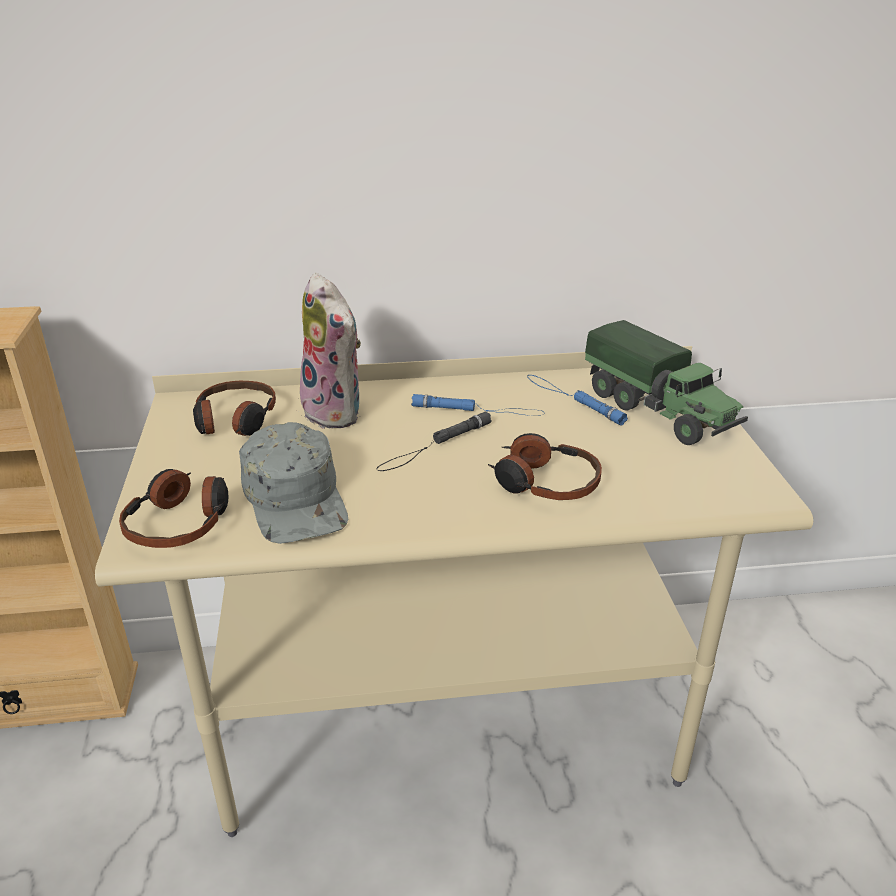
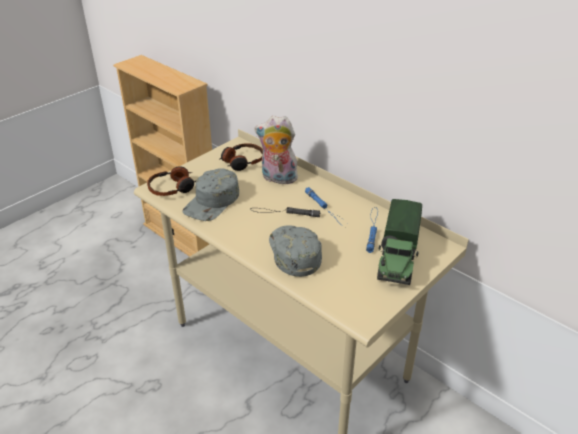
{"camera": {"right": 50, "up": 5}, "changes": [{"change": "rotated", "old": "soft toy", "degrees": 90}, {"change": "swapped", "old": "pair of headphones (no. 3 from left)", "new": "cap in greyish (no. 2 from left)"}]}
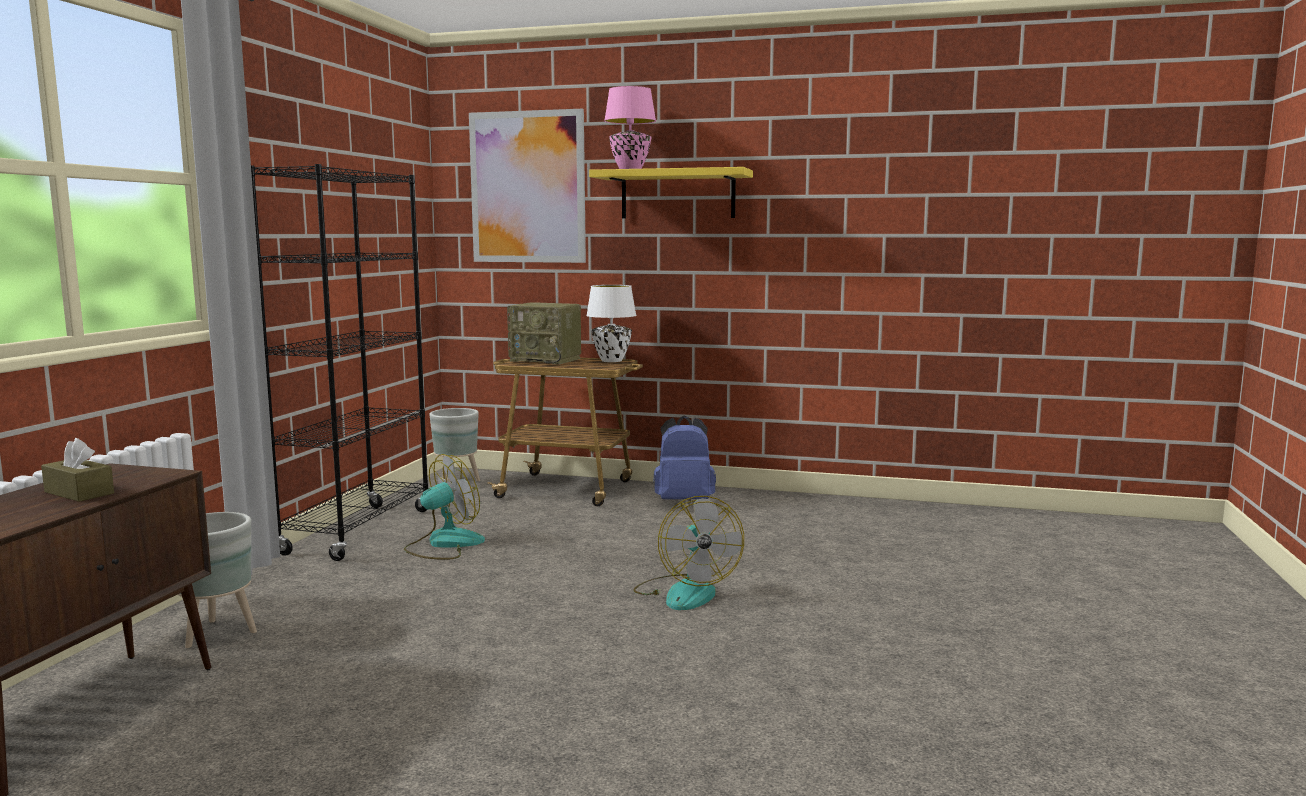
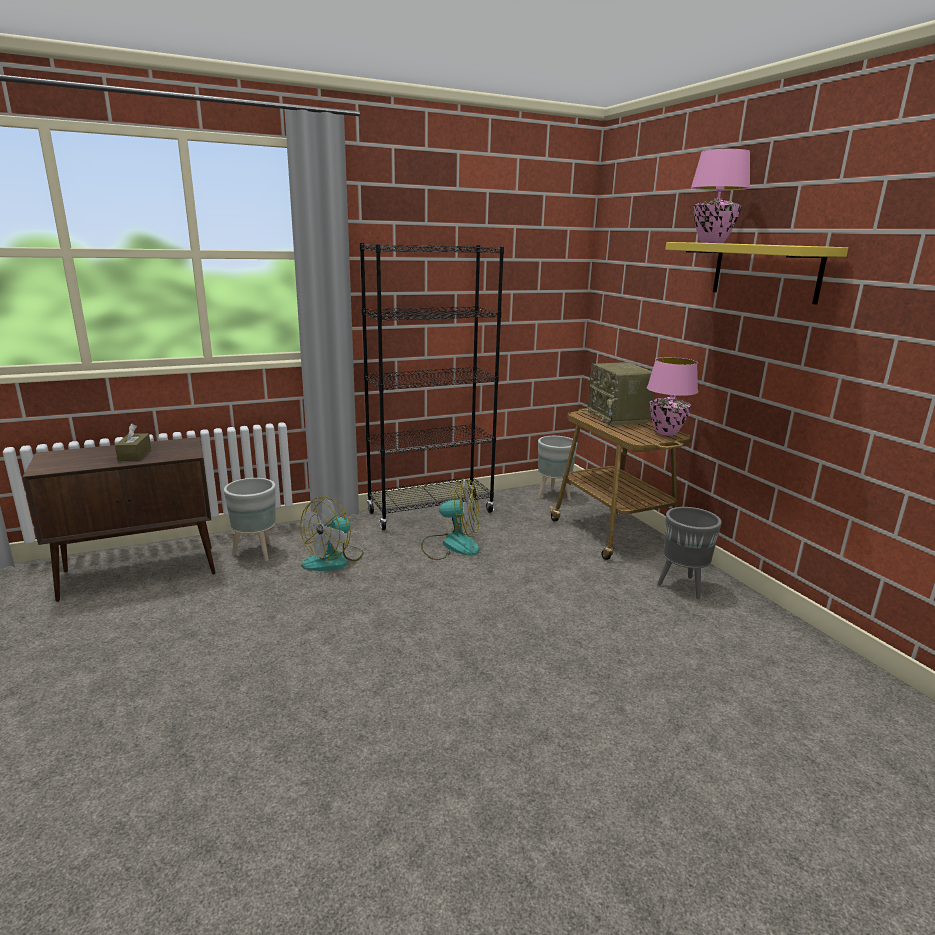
{"camera": {"right": 50, "up": 10}, "changes": [{"change": "gone", "old": "wall picture"}, {"change": "repainted", "old": "tabletop lamp in white-coloured", "new": "tabletop lamp in pink (no. 1 from left)"}, {"change": "shifted", "old": "cooling fan (no. 2 from left in the first image)", "new": "cooling fan (no. 1 from left)"}, {"change": "swapped", "old": "rucksack in bluish", "new": "plant pot in greyish (no. 3 from left)"}]}
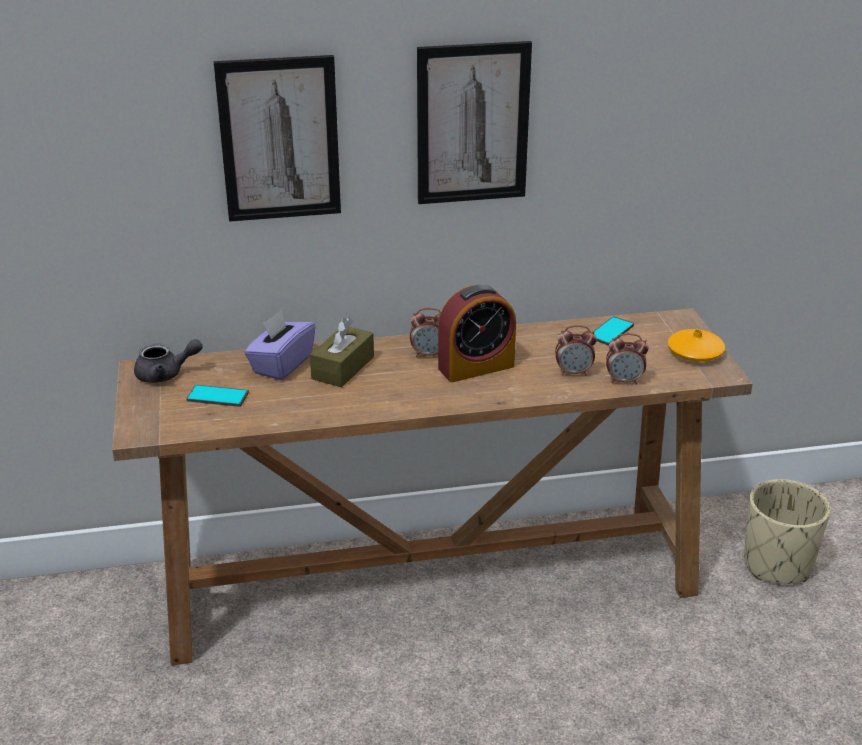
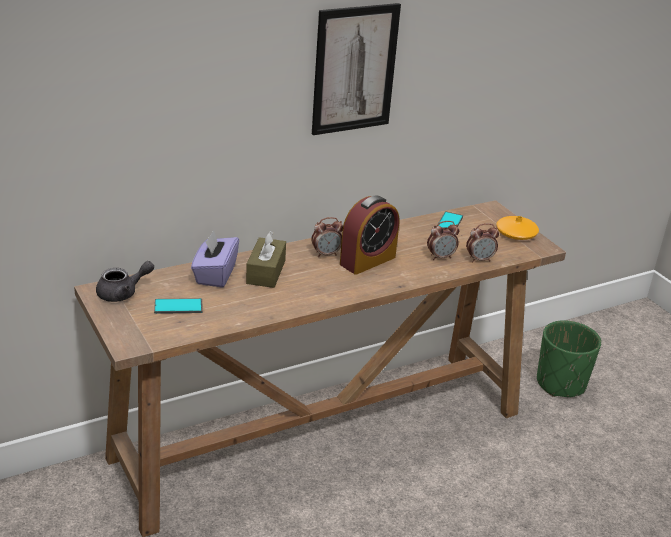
{"camera": {"right": -20, "up": 0}, "changes": [{"change": "gone", "old": "wall picture (no. 1 from left)"}, {"change": "repainted", "old": "plant pot in beige-coloured", "new": "plant pot in green"}]}
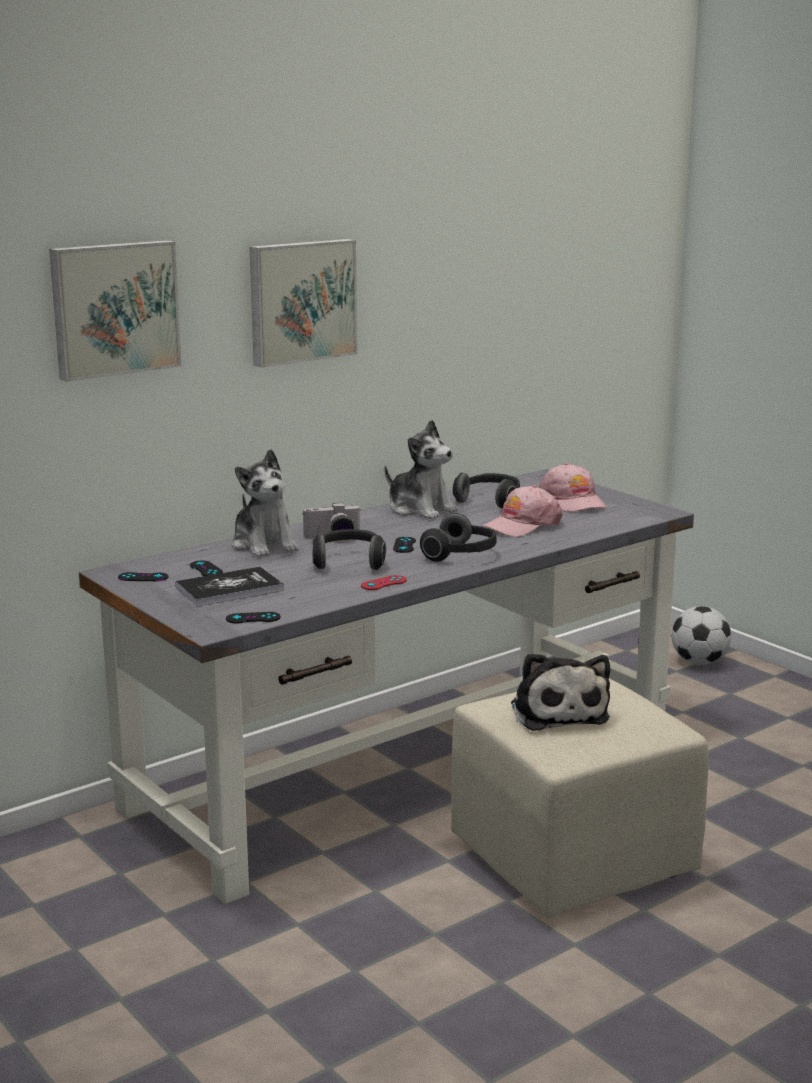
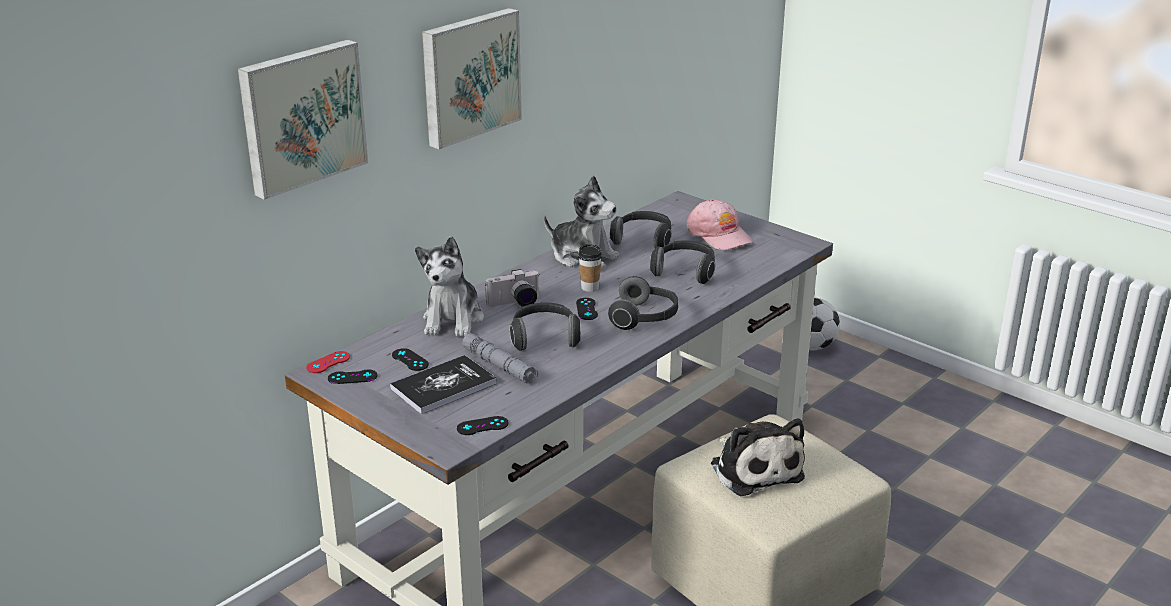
{"camera": {"right": -10, "up": 10}, "changes": [{"change": "rotated", "old": "soft toy (no. 1 from left)", "degrees": 45}, {"change": "shifted", "old": "joypad in red-coloured"}, {"change": "swapped", "old": "cap in pink (no. 1 from left)", "new": "pair of headphones (no. 4 from left)"}, {"change": "new", "new": "torch in greyish"}, {"change": "new", "new": "small cup"}]}
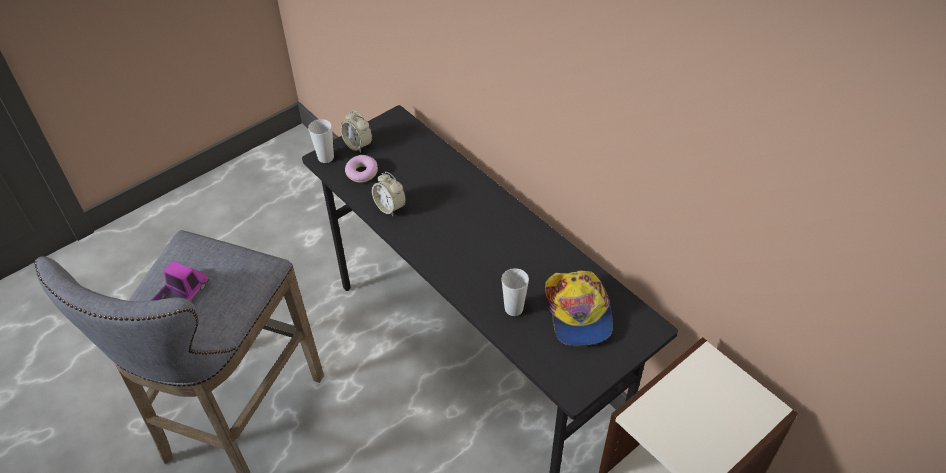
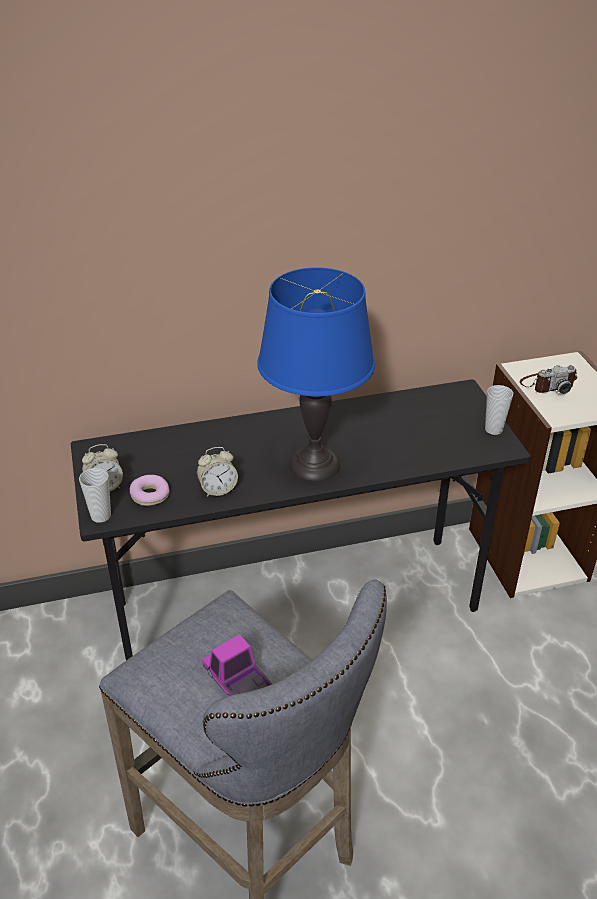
{"camera": {"right": -65, "up": -10}, "changes": [{"change": "shifted", "old": "small cup (no. 2 from left)"}, {"change": "gone", "old": "cap"}, {"change": "new", "new": "tabletop lamp in bluish"}, {"change": "new", "new": "still camera"}]}
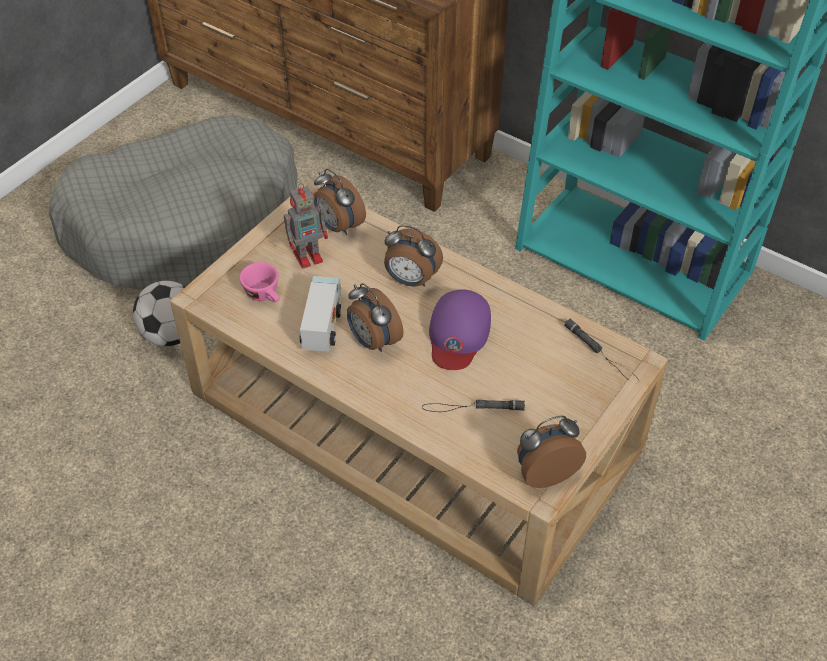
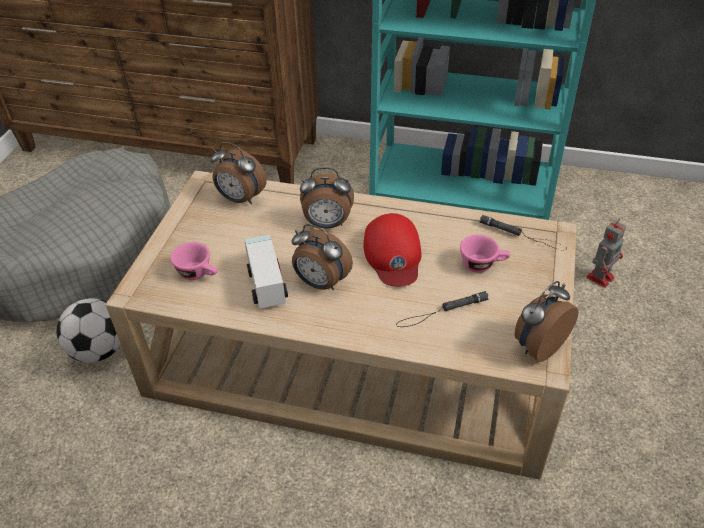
{"camera": {"right": -20, "up": -5}, "changes": [{"change": "shifted", "old": "robot figure"}, {"change": "repainted", "old": "cap in purplish", "new": "cap in red-coloured"}, {"change": "new", "new": "small cup in pink (no. 2 from left)"}]}
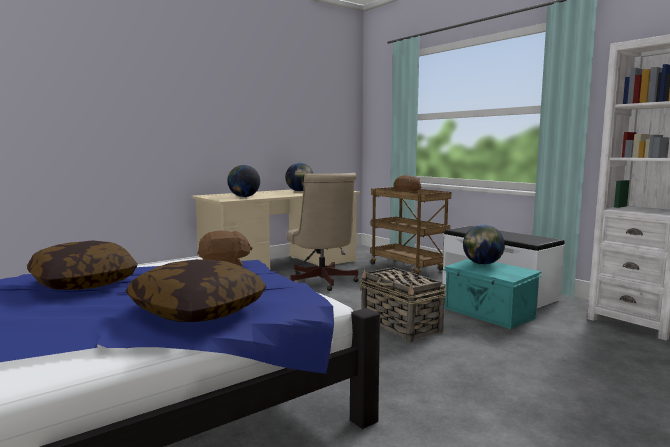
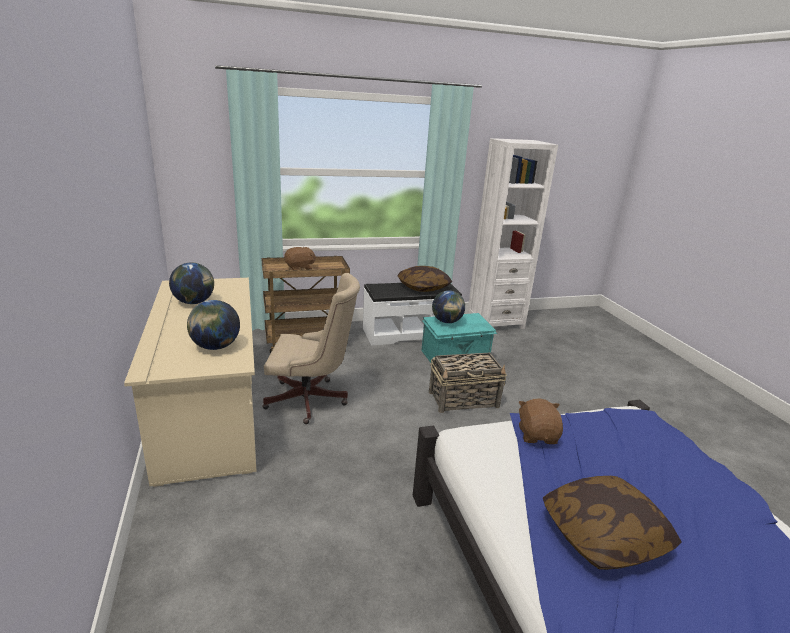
{"camera": {"right": -70, "up": 15}, "changes": [{"change": "shifted", "old": "throw pillow (no. 2 from left in the first image)", "new": "throw pillow (no. 1 from left)"}]}
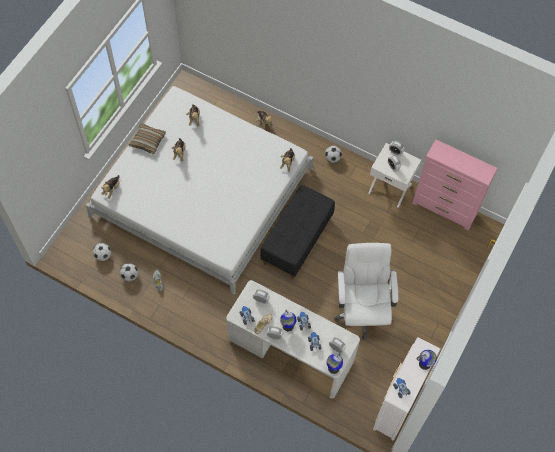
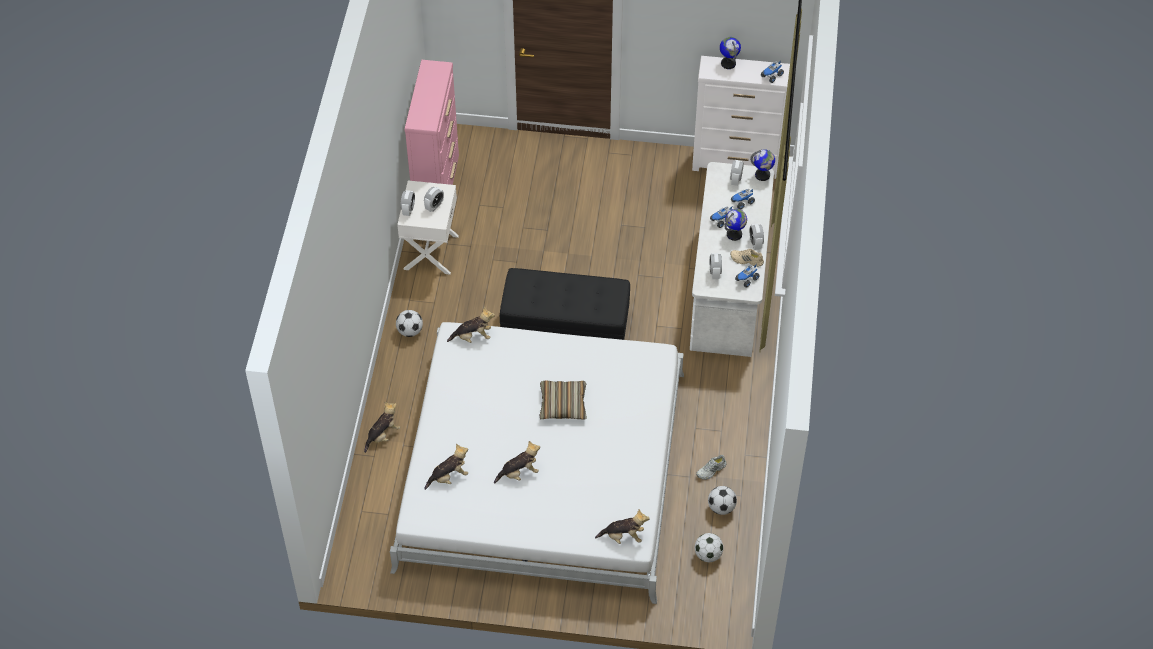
{"camera": {"right": -110, "up": -10}, "changes": [{"change": "shifted", "old": "throw pillow"}, {"change": "gone", "old": "office chair in white-coloured"}]}
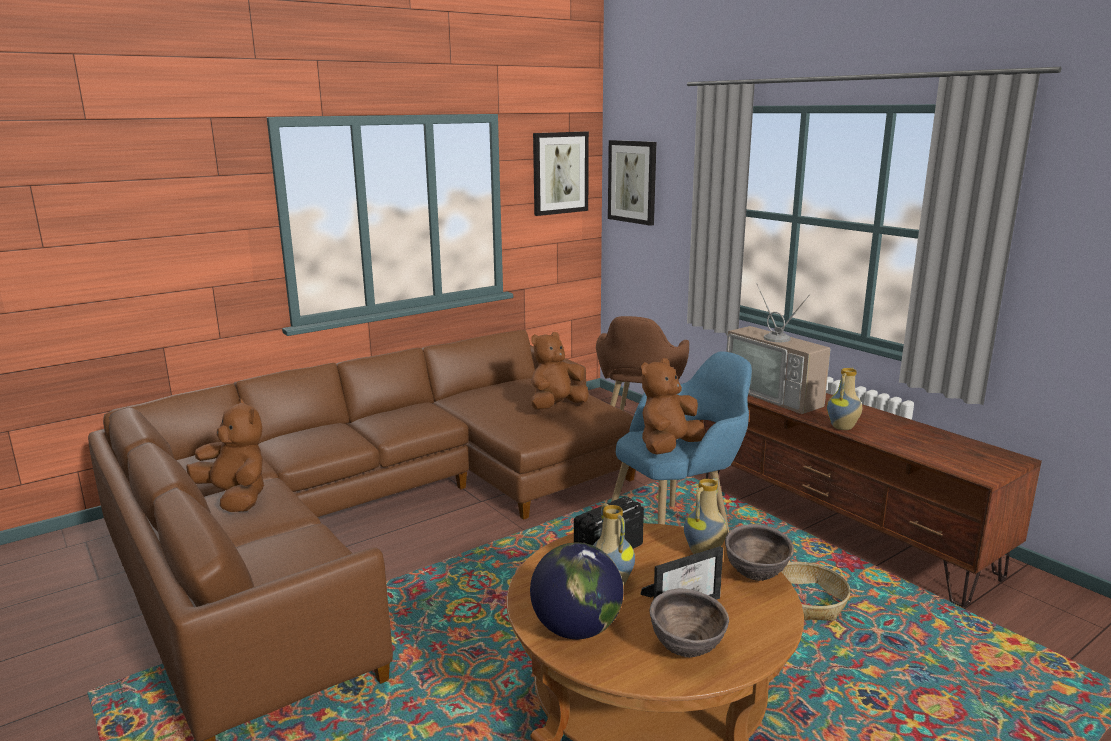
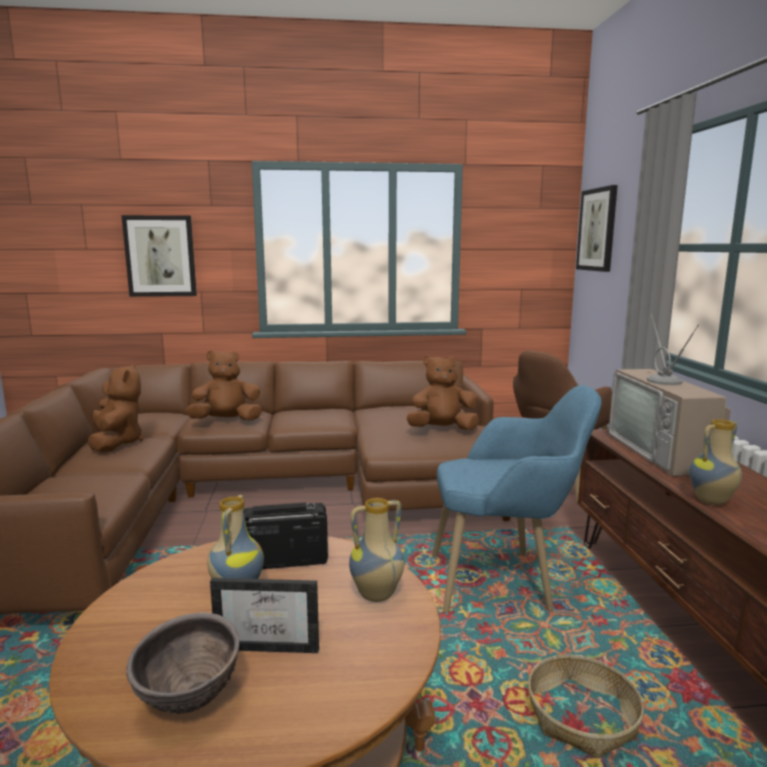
{"camera": {"right": 30, "up": -5}, "changes": [{"change": "gone", "old": "world globe"}, {"change": "shifted", "old": "wall picture (no. 1 from left)"}, {"change": "shifted", "old": "soft toy in brownish (no. 3 from left in the first image)", "new": "soft toy in brownish (no. 2 from left)"}, {"change": "gone", "old": "serving bowl in brownish (no. 2 from left)"}]}
